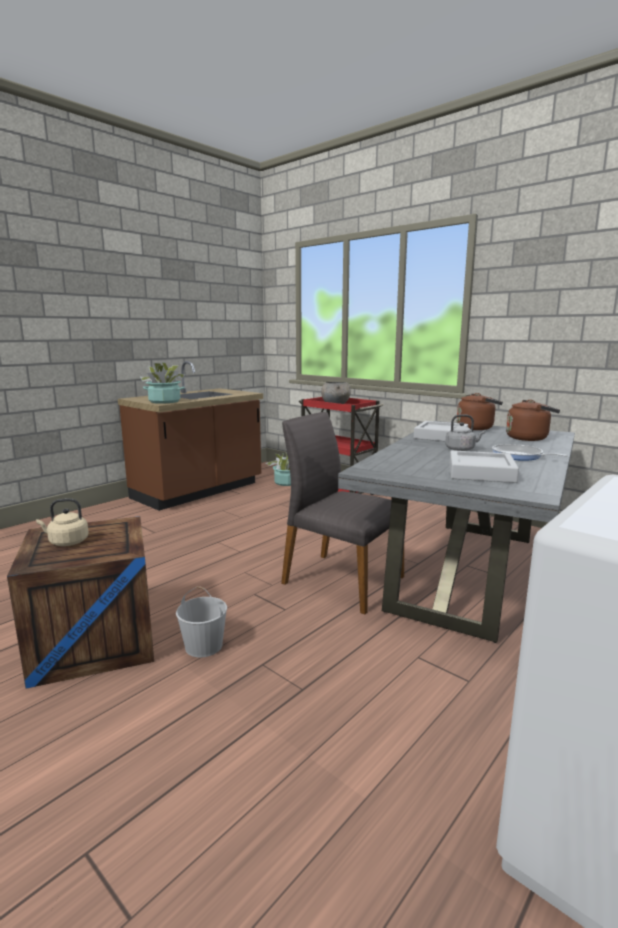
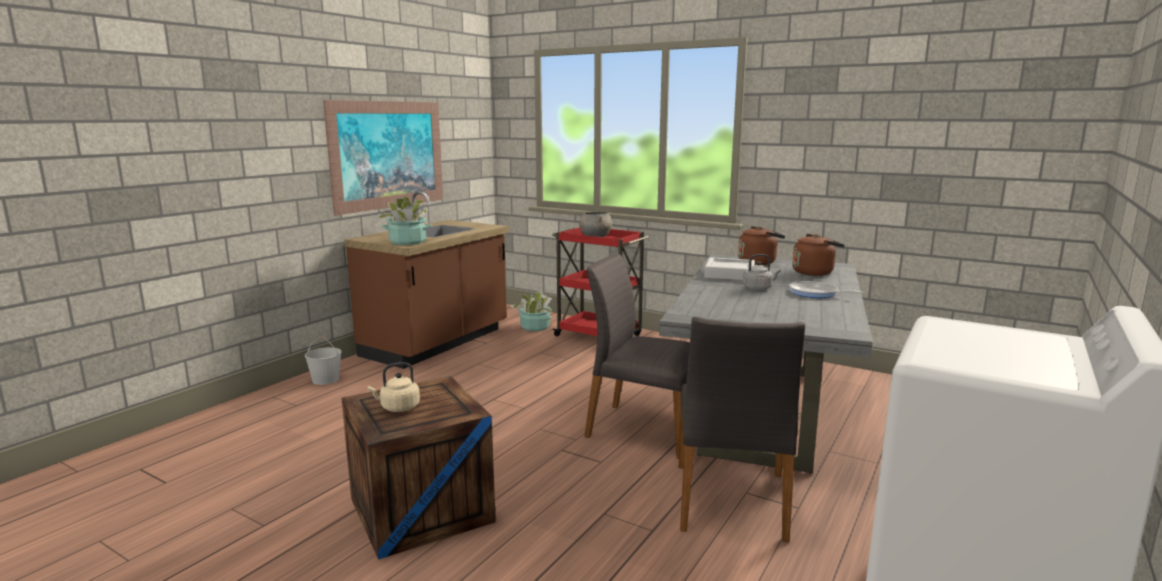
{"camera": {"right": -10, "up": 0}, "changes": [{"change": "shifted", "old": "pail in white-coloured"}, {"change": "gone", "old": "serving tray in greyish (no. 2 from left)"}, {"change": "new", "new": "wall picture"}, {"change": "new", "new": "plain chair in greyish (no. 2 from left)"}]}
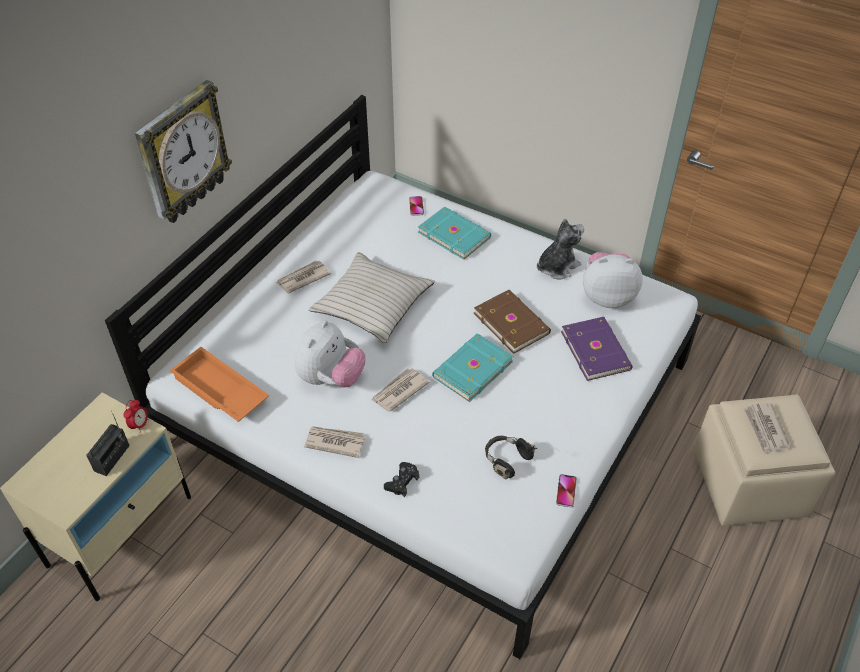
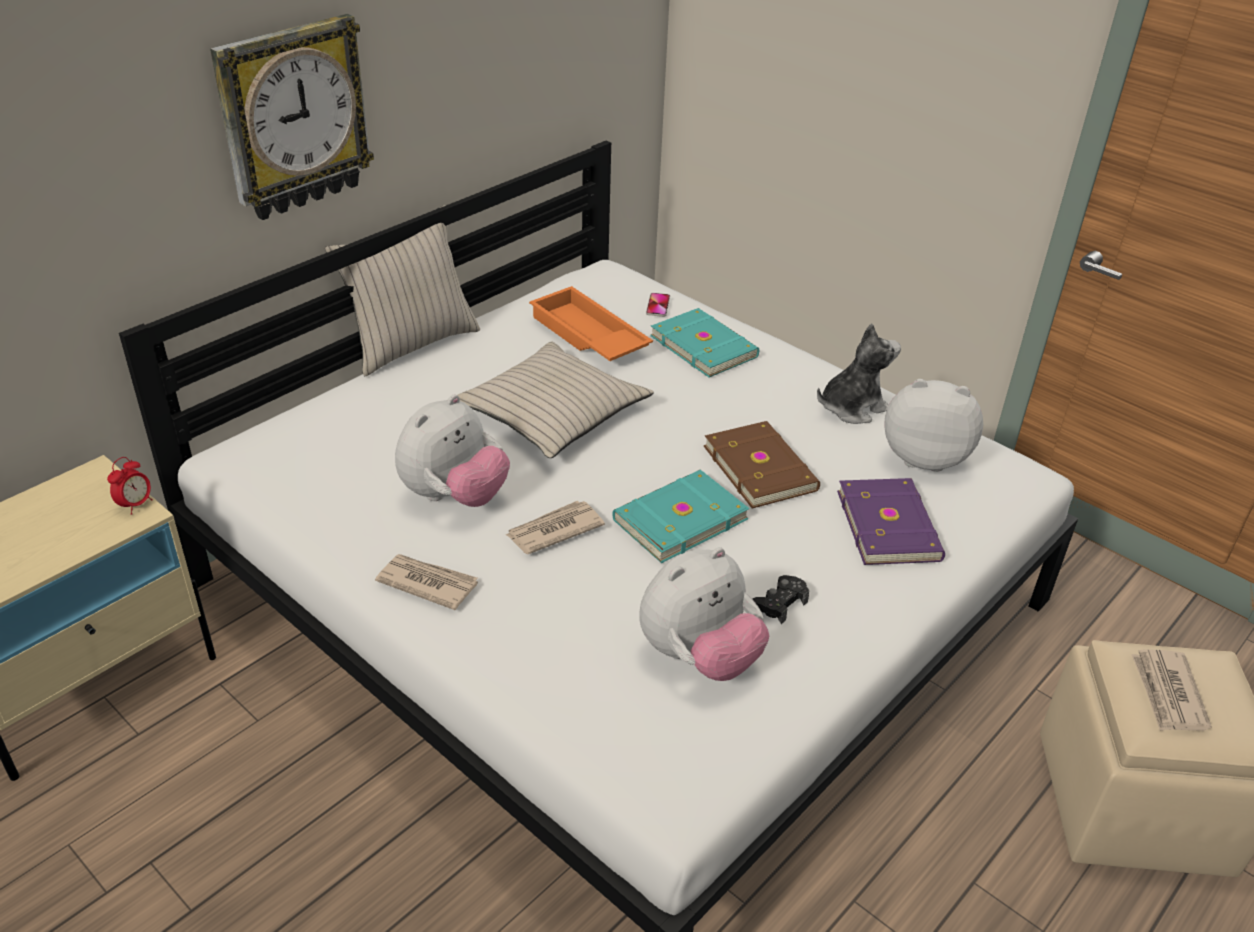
{"camera": {"right": 10, "up": -10}, "changes": [{"change": "gone", "old": "radio receiver"}, {"change": "shifted", "old": "serving tray in orange"}, {"change": "gone", "old": "newspaper (no. 1 from left)"}, {"change": "shifted", "old": "joypad in black"}, {"change": "swapped", "old": "pair of headphones in black", "new": "soft toy (no. 2 from left)"}, {"change": "gone", "old": "telephone (no. 2 from left)"}, {"change": "new", "new": "throw pillow in beige-coloured (no. 1 from left)"}]}
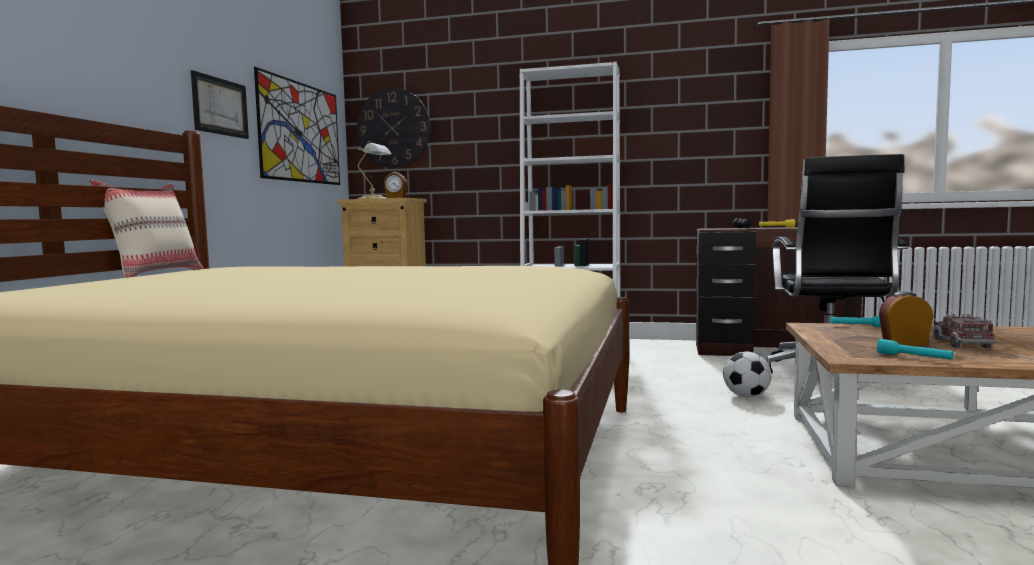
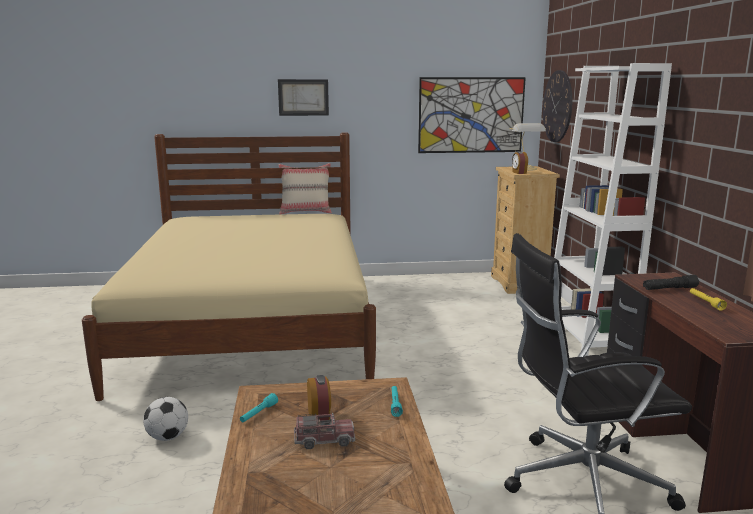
{"camera": {"right": 70, "up": 10}, "changes": [{"change": "shifted", "old": "wall picture (no. 1 from left)"}, {"change": "shifted", "old": "football"}]}
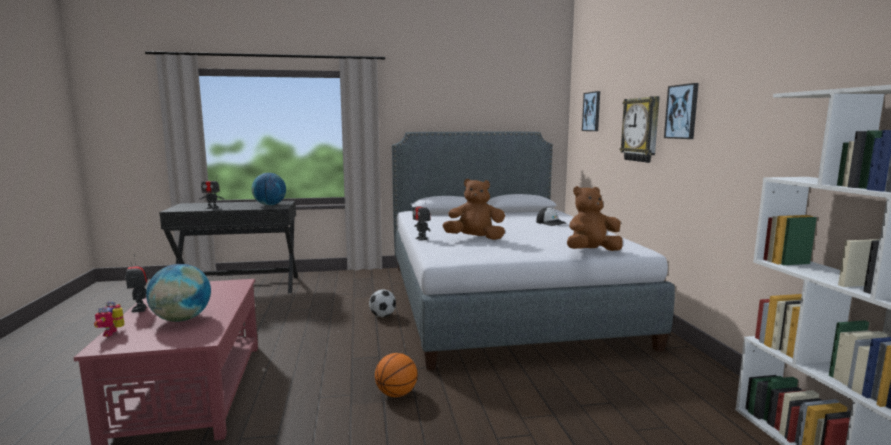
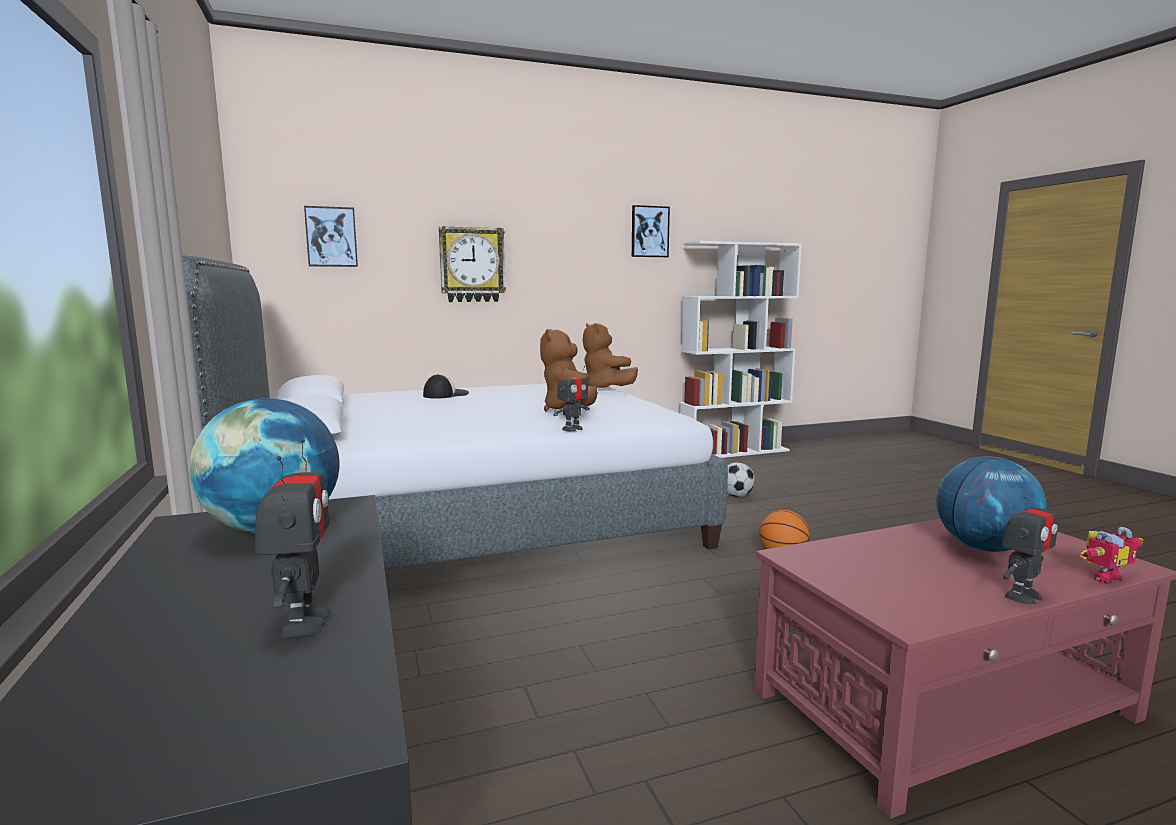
{"camera": {"right": -100, "up": 0}, "changes": [{"change": "shifted", "old": "football"}, {"change": "shifted", "old": "wall picture (no. 2 from left)"}]}
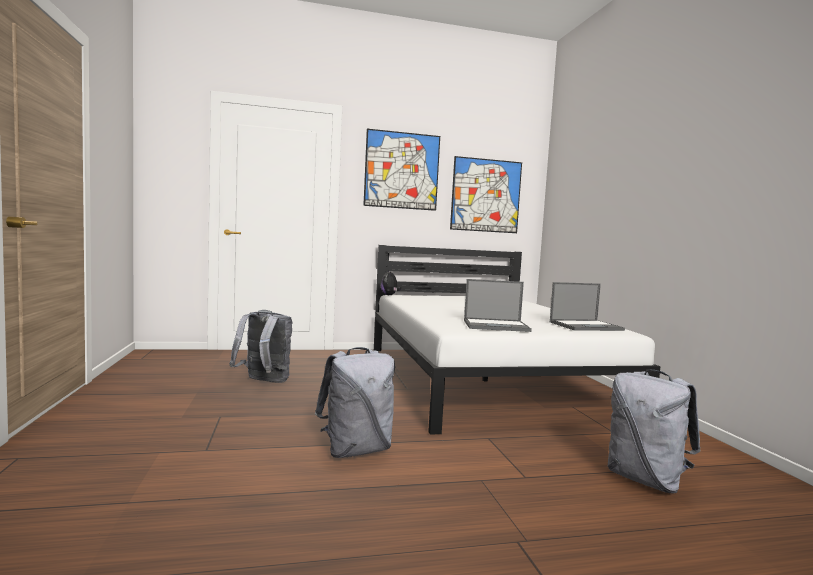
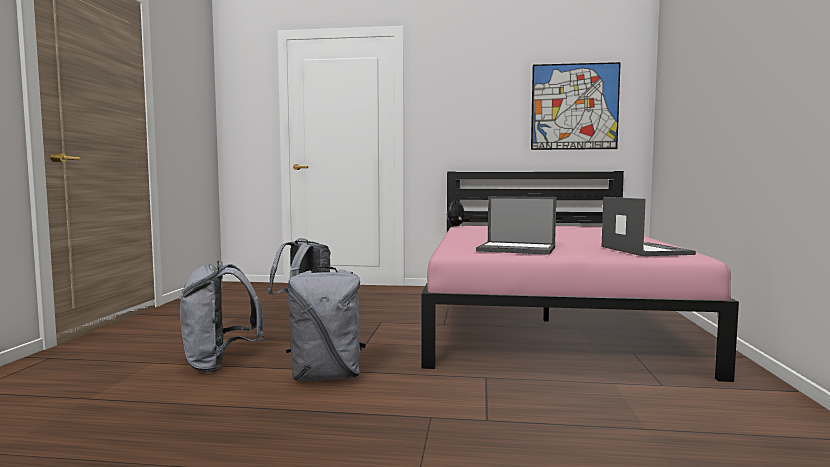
{"camera": {"right": 20, "up": 0}, "changes": [{"change": "gone", "old": "wall picture (no. 1 from left)"}, {"change": "repainted", "old": "sleeping bed in white-coloured", "new": "sleeping bed in pink"}, {"change": "rotated", "old": "notebook computer (no. 2 from left)", "degrees": -105}, {"change": "shifted", "old": "rucksack in greyish (no. 3 from left in the first image)", "new": "rucksack in greyish (no. 1 from left)"}]}
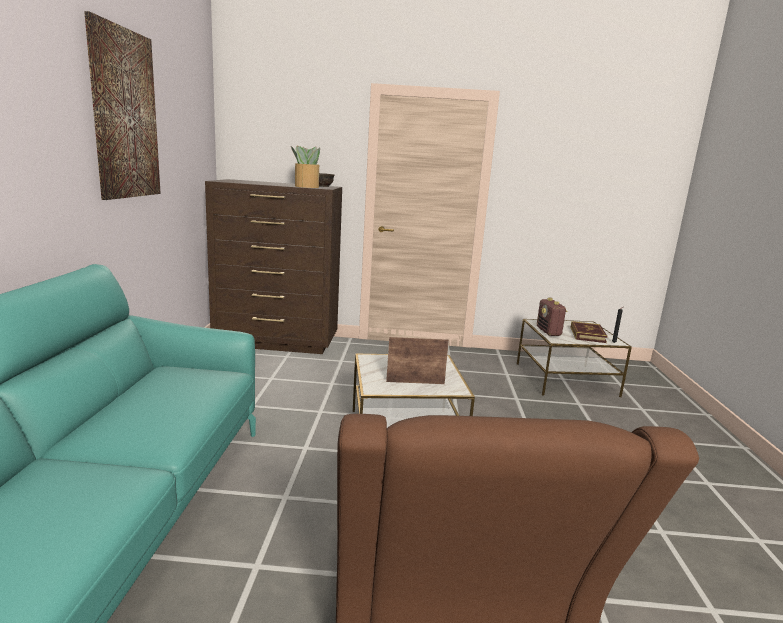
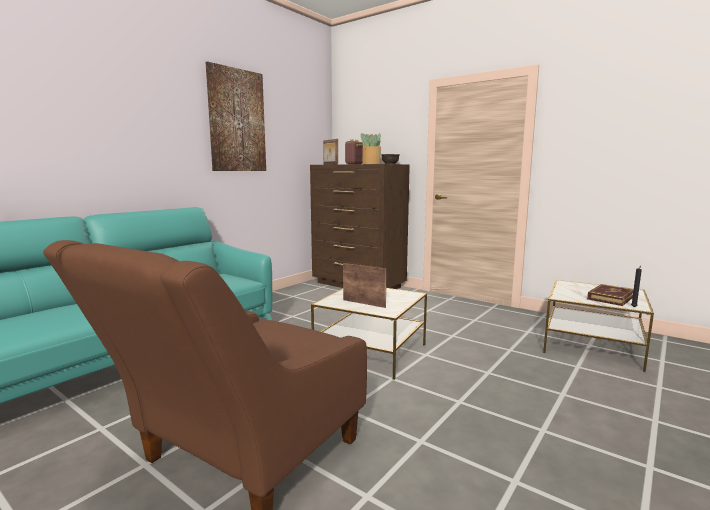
{"camera": {"right": 35, "up": -5}, "changes": [{"change": "shifted", "old": "radio receiver"}, {"change": "new", "new": "standing frame (no. 1 from left)"}]}
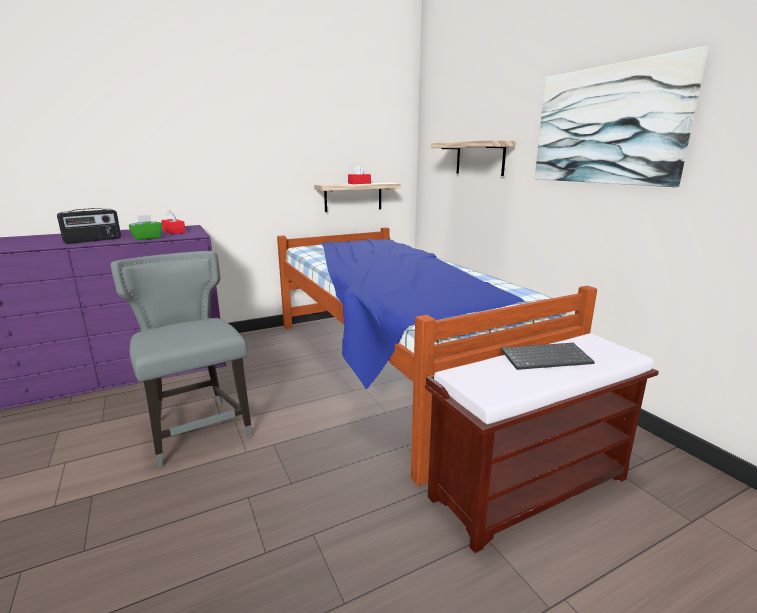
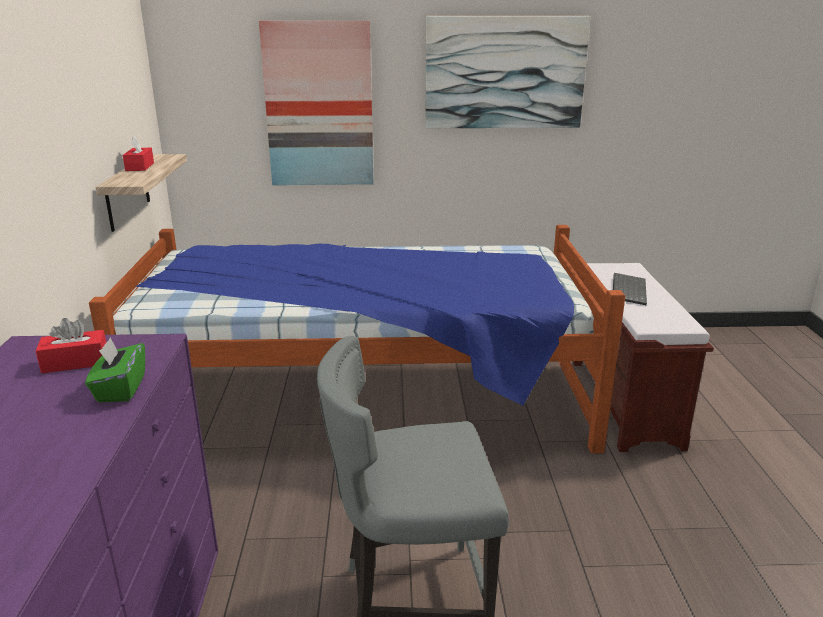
{"camera": {"right": -65, "up": 5}, "changes": [{"change": "gone", "old": "radio receiver"}, {"change": "swapped", "old": "bracket shelf (no. 2 from left)", "new": "wall picture (no. 1 from left)"}]}
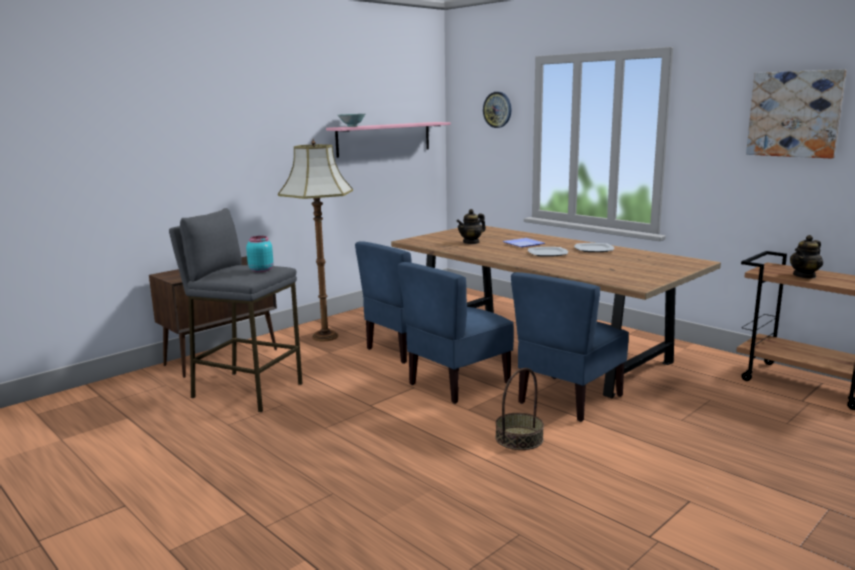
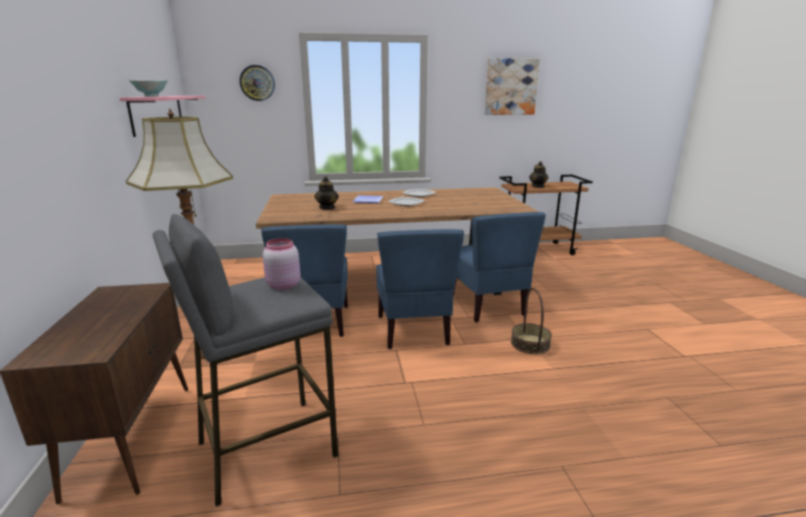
{"camera": {"right": -55, "up": 5}, "changes": [{"change": "repainted", "old": "preserve jar in turquoise", "new": "preserve jar in pink"}]}
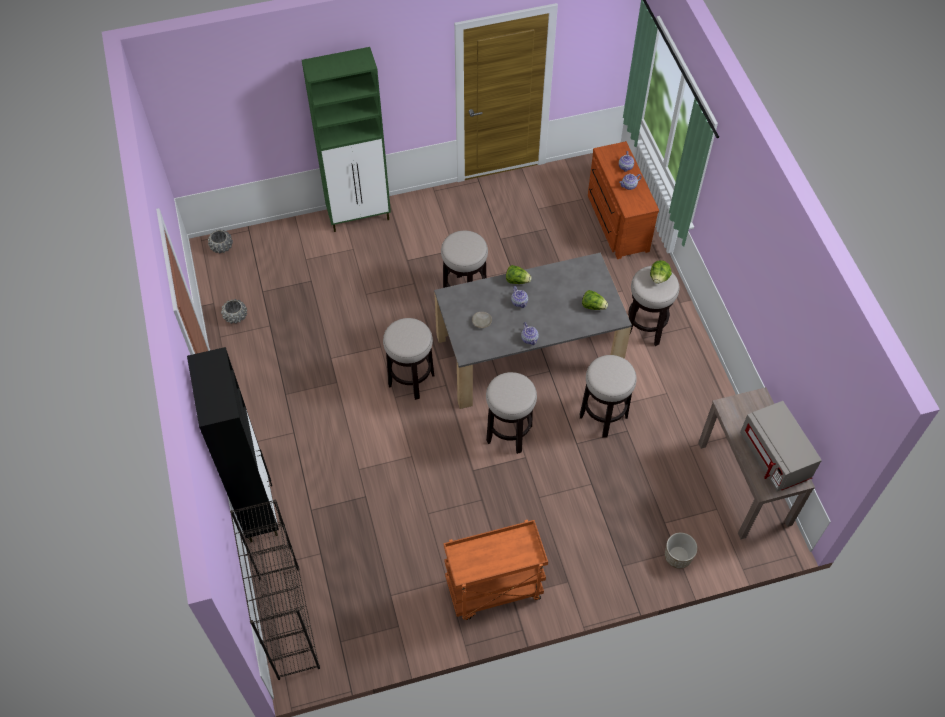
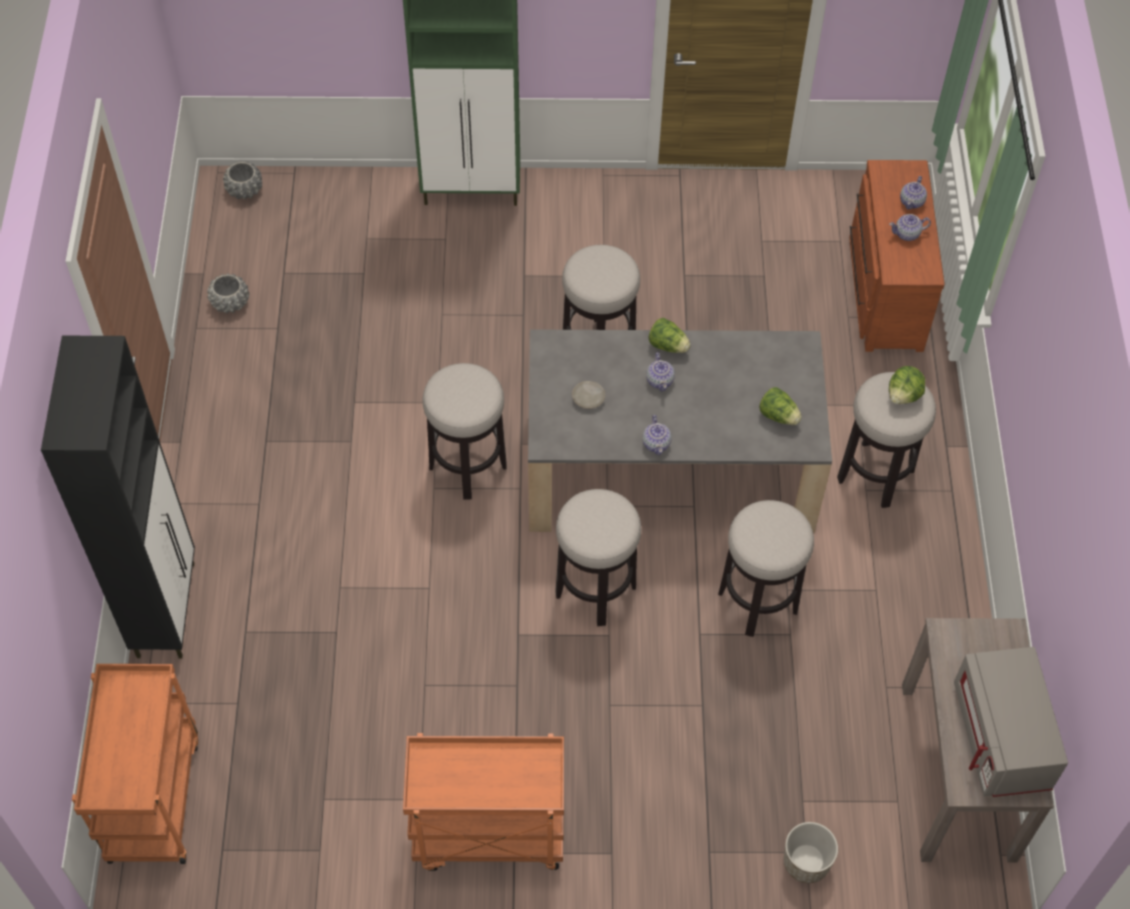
{"camera": {"right": 15, "up": 0}, "changes": [{"change": "swapped", "old": "bookshelf in black", "new": "wheeled cart in orange (no. 1 from left)"}]}
